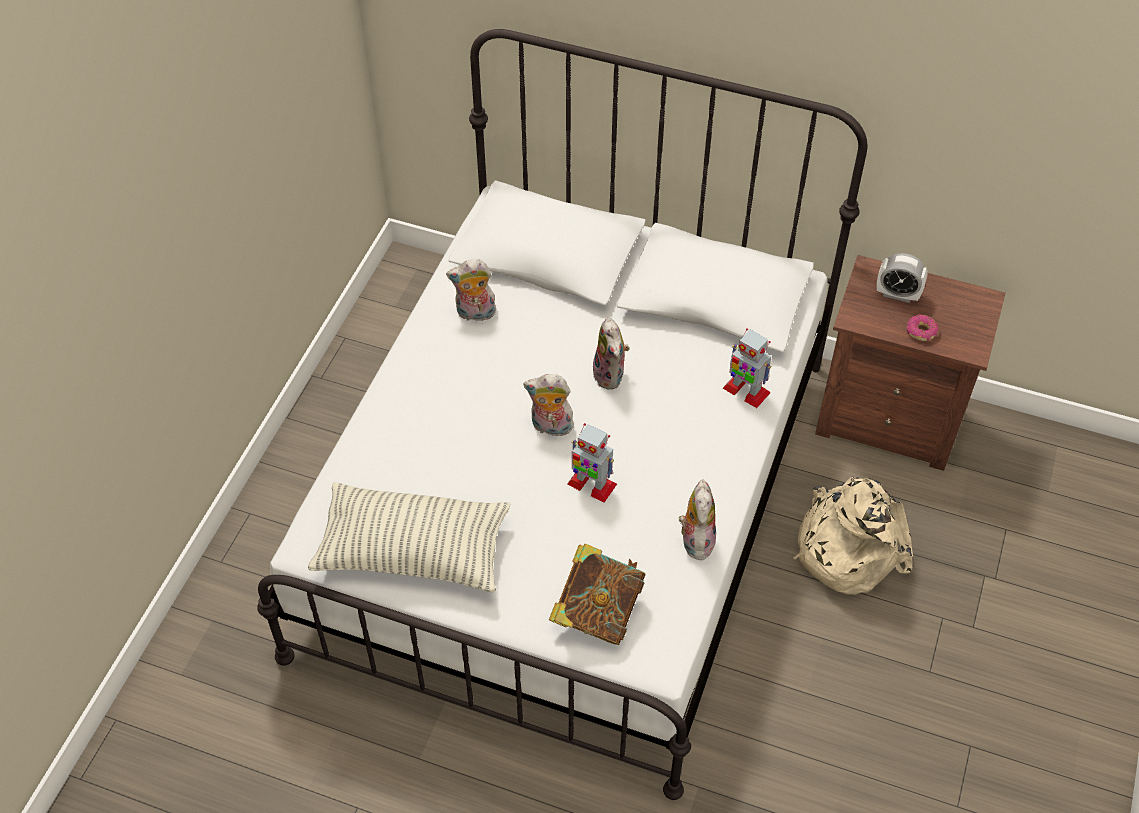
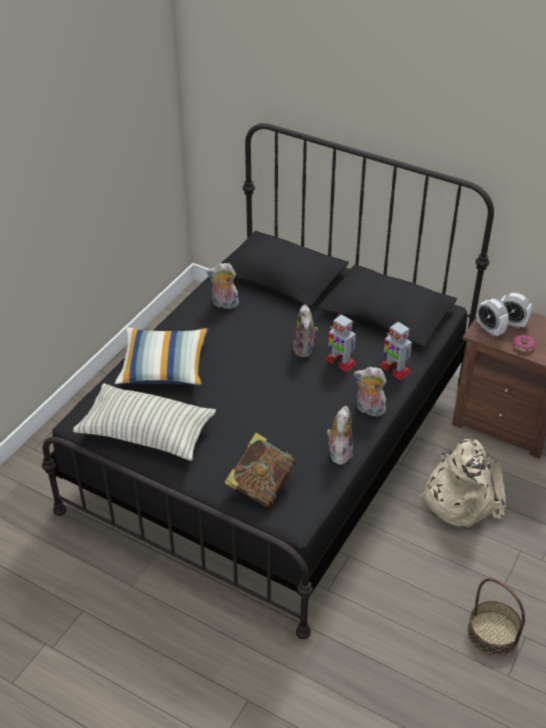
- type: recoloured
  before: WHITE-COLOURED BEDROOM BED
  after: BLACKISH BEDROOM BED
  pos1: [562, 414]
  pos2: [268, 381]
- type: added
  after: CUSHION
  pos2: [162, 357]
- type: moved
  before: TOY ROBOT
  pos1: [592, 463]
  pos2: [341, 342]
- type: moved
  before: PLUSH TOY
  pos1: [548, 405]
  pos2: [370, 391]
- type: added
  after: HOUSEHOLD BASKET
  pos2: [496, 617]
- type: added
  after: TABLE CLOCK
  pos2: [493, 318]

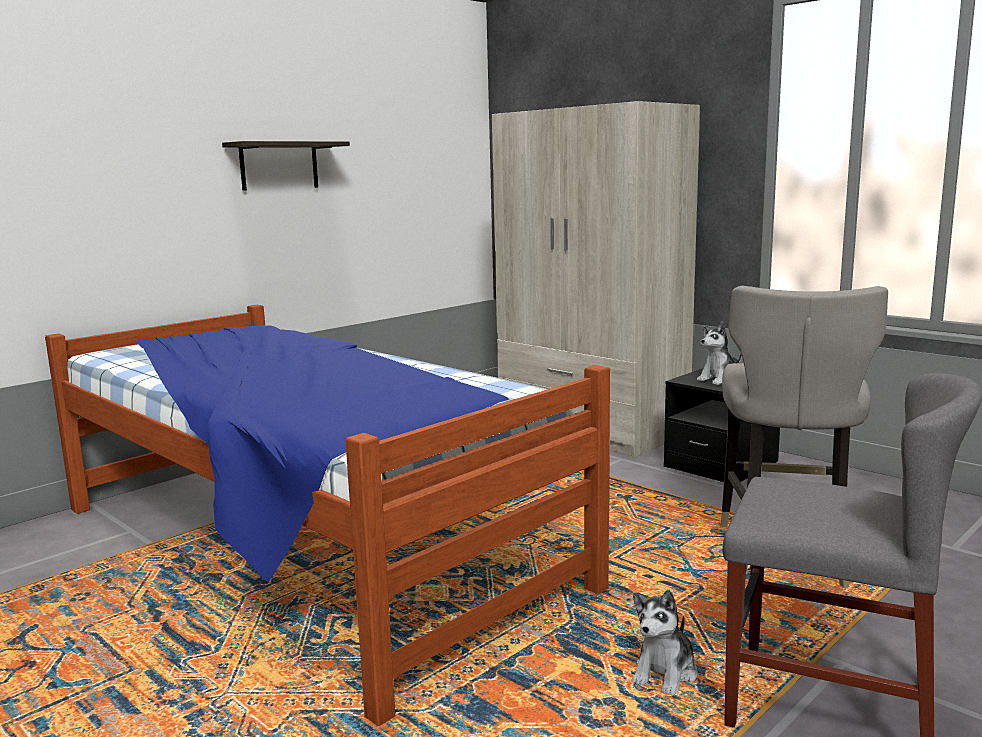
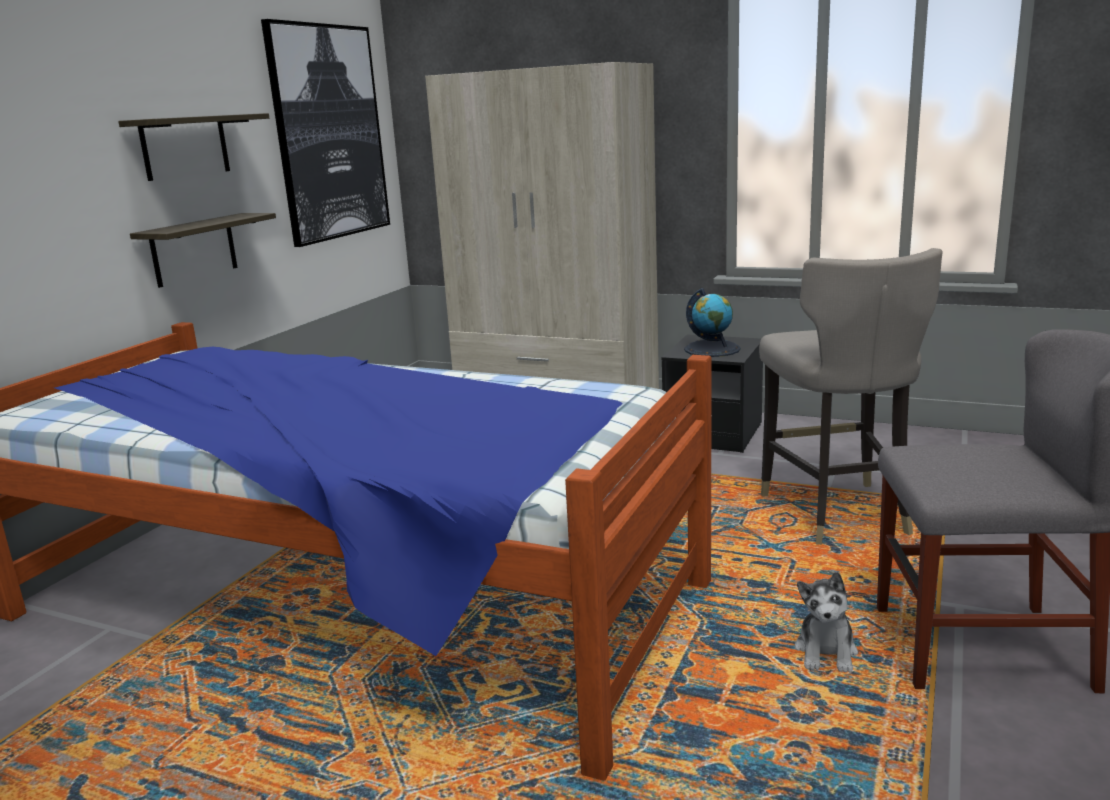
- type: added
  after: BRACKET SHELF
  pos2: [203, 250]
- type: added
  after: PICTURE
  pos2: [325, 133]
- type: replaced
  before: PLUSH TOY
  after: GLOBE
  pos1: [719, 353]
  pos2: [712, 322]

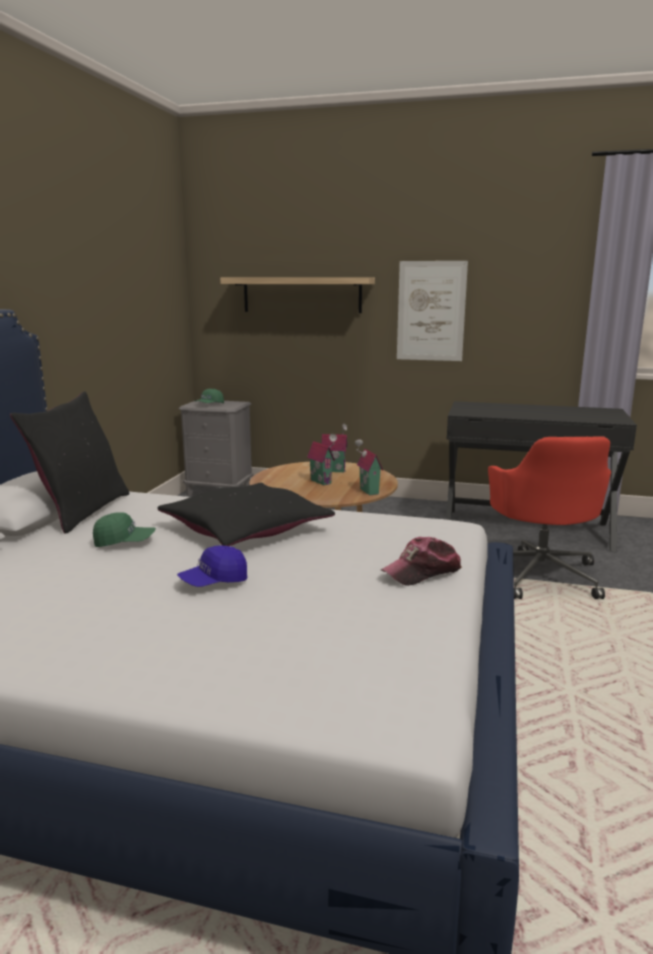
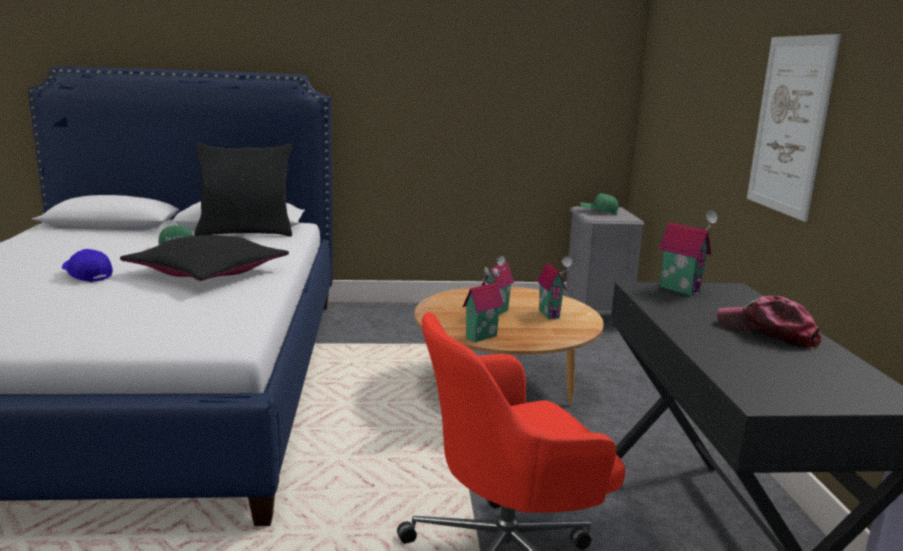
- type: added
  after: MINIATURE HOUSE
  pos2: [688, 253]
- type: moved
  before: BASEBALL CAP
  pos1: [421, 561]
  pos2: [769, 322]
- type: removed
  before: BRACKET SHELF
  pos1: [297, 295]

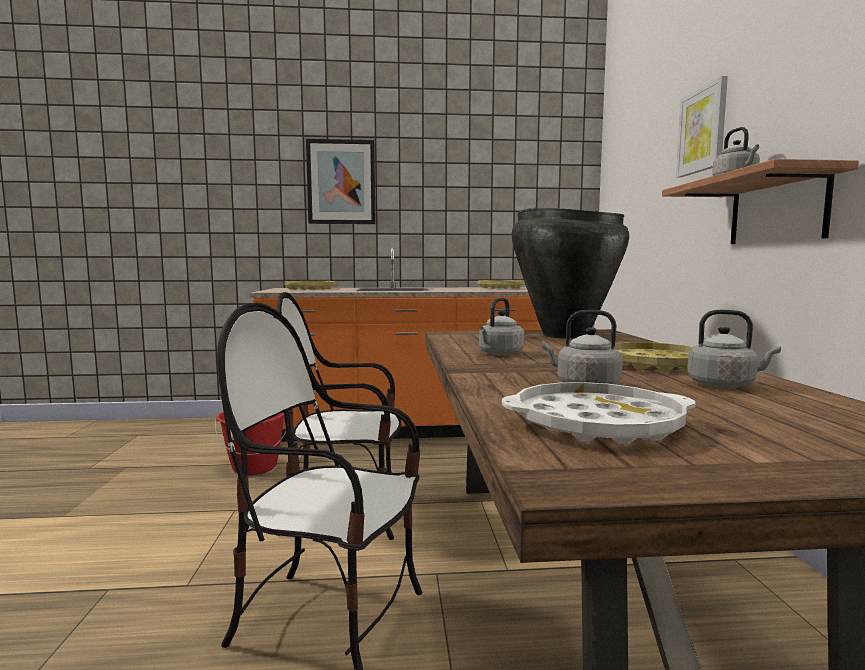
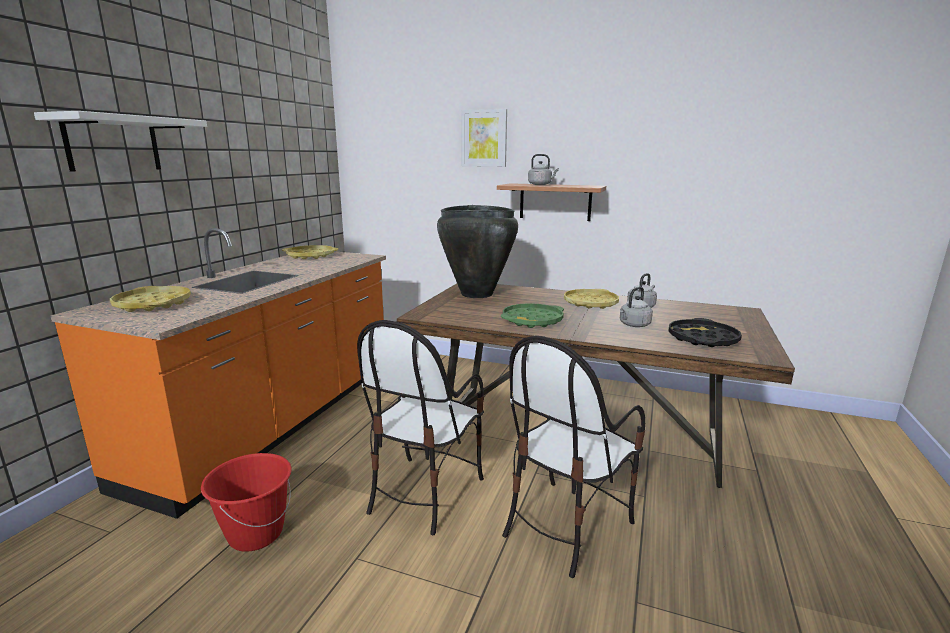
- type: replaced
  before: PICTURE
  after: WHITE-COLOURED BRACKET SHELF
  pos1: [341, 181]
  pos2: [120, 141]
- type: replaced
  before: GRAY KETTLE
  after: GREEN-COLOURED TRAY
  pos1: [501, 327]
  pos2: [532, 315]
- type: recoloured
  before: WHITE-COLOURED TRAY
  after: BLACKISH TRAY
  pos1: [598, 413]
  pos2: [705, 332]

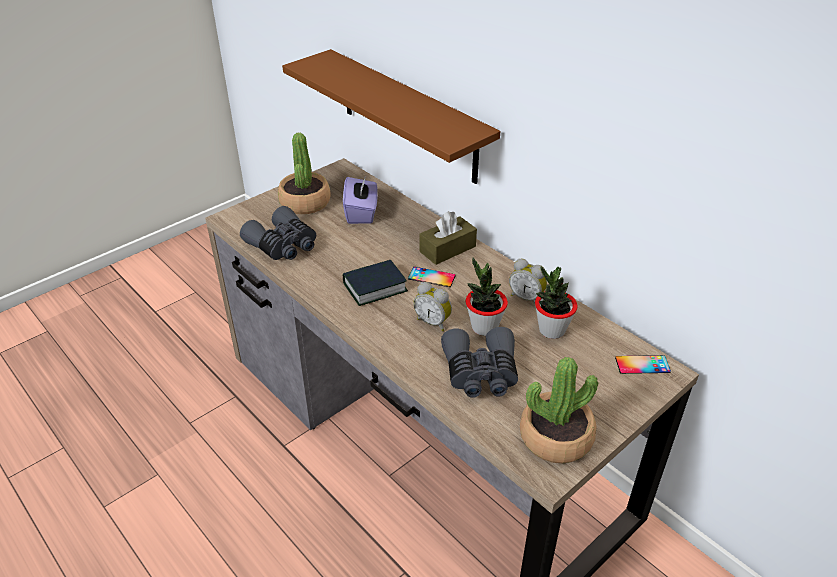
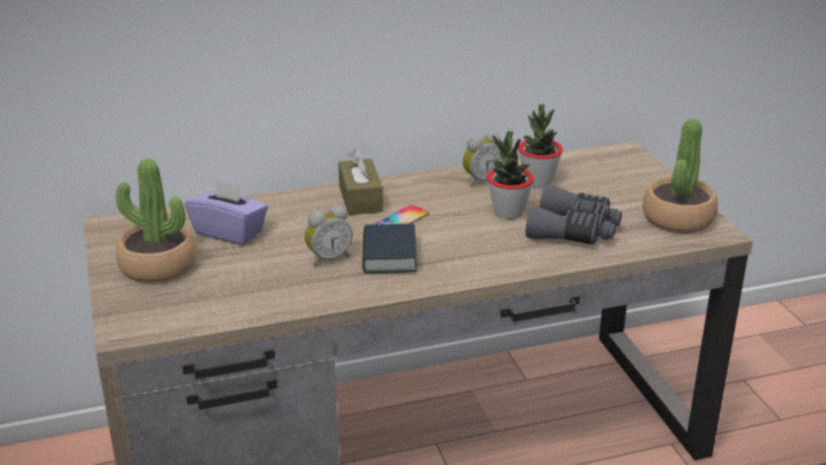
- type: moved
  before: TABLE CLOCK
  pos1: [432, 306]
  pos2: [328, 236]
- type: removed
  before: GRAY PAIR OF BINOCULARS
  pos1: [278, 233]
- type: removed
  before: BROWN-COLOURED BRACKET SHELF
  pos1: [391, 116]
- type: removed
  before: TELEPHONE
  pos1: [643, 364]

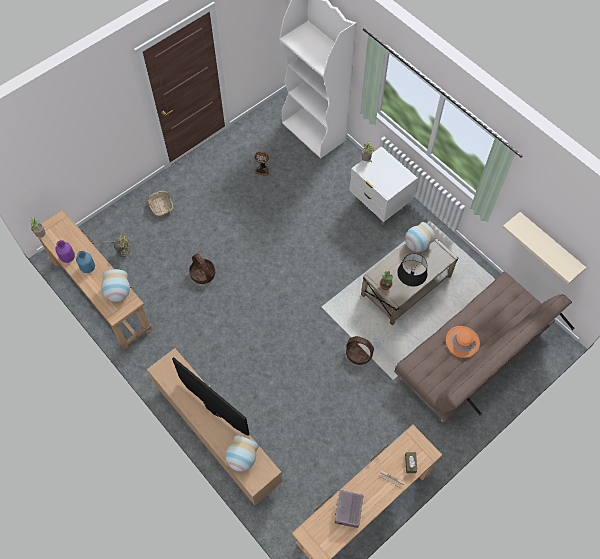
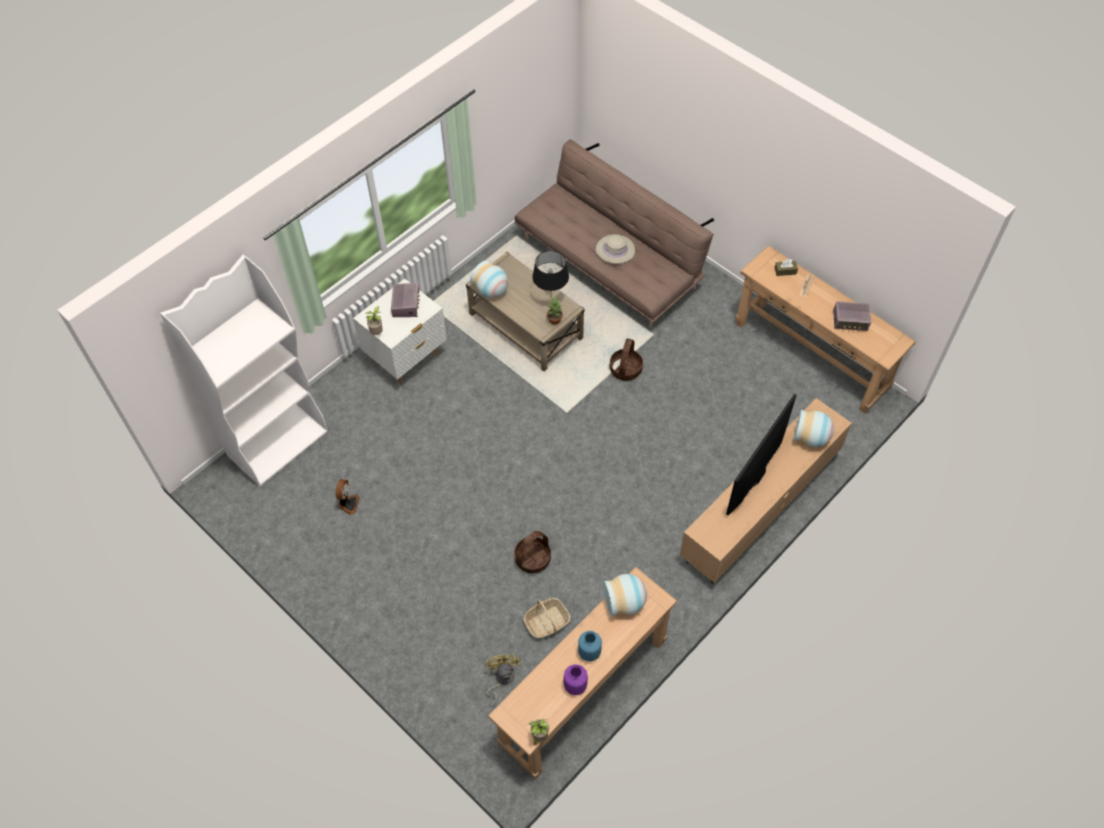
- type: added
  after: RADIO RECEIVER
  pos2: [405, 300]
- type: moved
  before: HOUSEHOLD BASKET
  pos1: [160, 204]
  pos2: [546, 618]
- type: recoloured
  before: ORANGE WEARABLE HAT
  after: BEIGE-COLOURED WEARABLE HAT
  pos1: [463, 342]
  pos2: [615, 249]
- type: removed
  before: BEIGE-COLOURED BRACKET SHELF
  pos1: [544, 248]

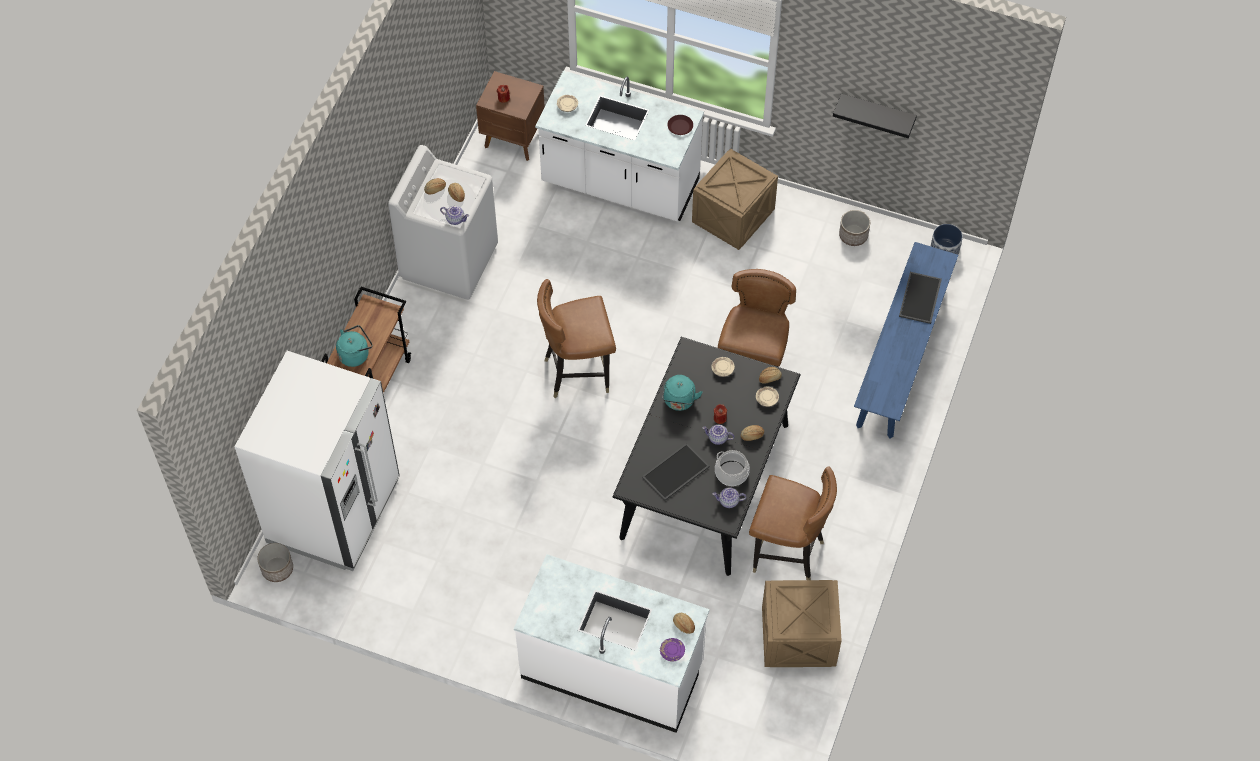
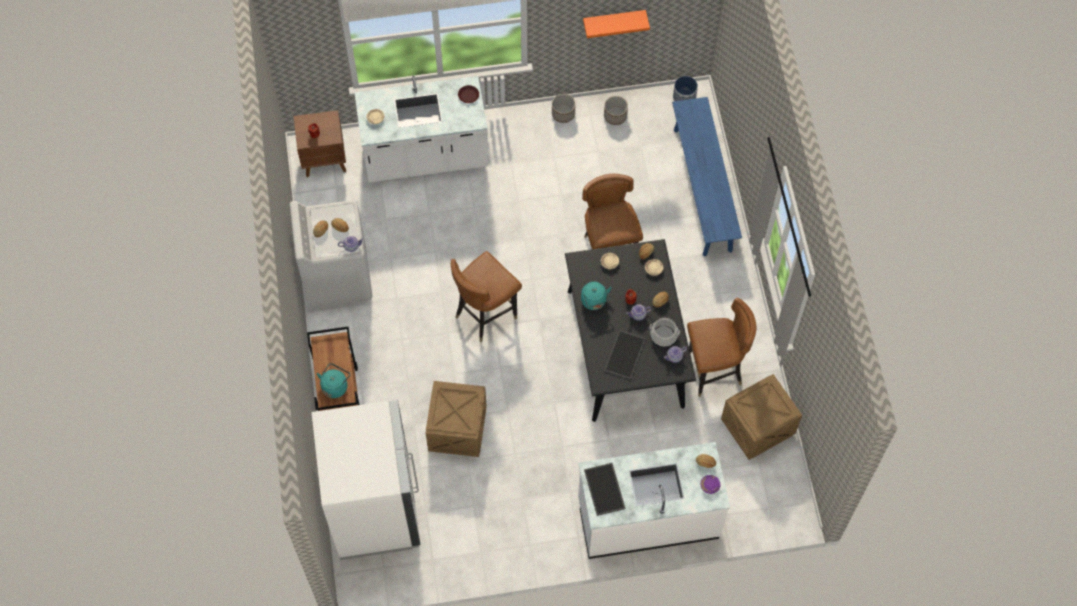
- type: moved
  before: SHIPPING CRATE
  pos1: [735, 199]
  pos2: [456, 419]
- type: moved
  before: PLANTER
  pos1: [275, 562]
  pos2: [564, 108]
- type: recoloured
  before: BLACKISH BRACKET SHELF
  after: ORANGE BRACKET SHELF
  pos1: [875, 116]
  pos2: [616, 24]
- type: moved
  before: TRAY
  pos1: [920, 298]
  pos2: [605, 489]

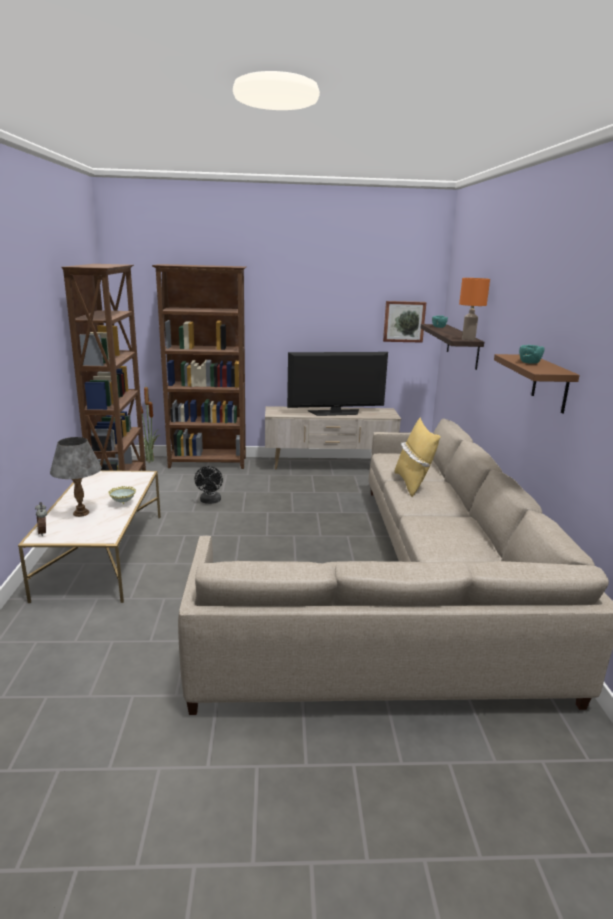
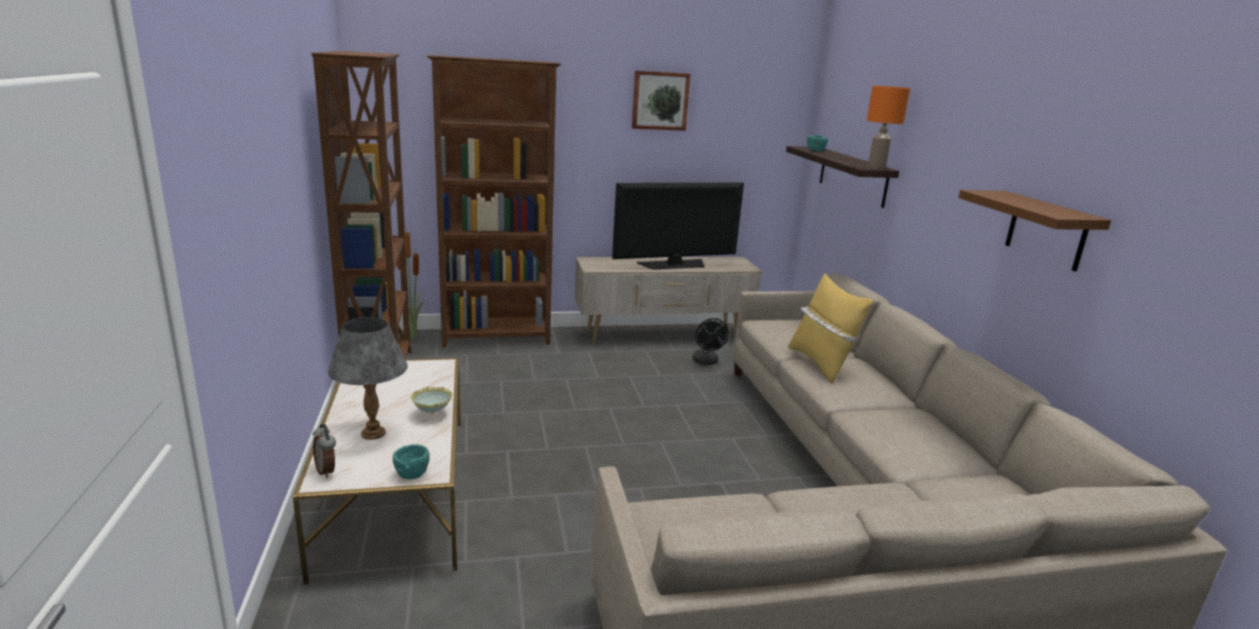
- type: moved
  before: TURQUOISE BOWL
  pos1: [532, 354]
  pos2: [411, 461]
- type: moved
  before: PICTURE
  pos1: [404, 322]
  pos2: [661, 100]
- type: moved
  before: BLACKISH FAN
  pos1: [209, 485]
  pos2: [710, 341]

